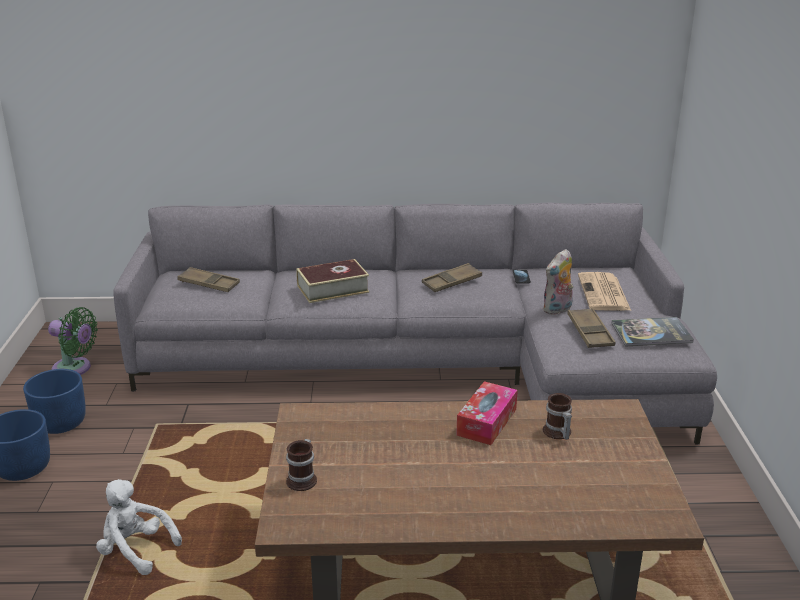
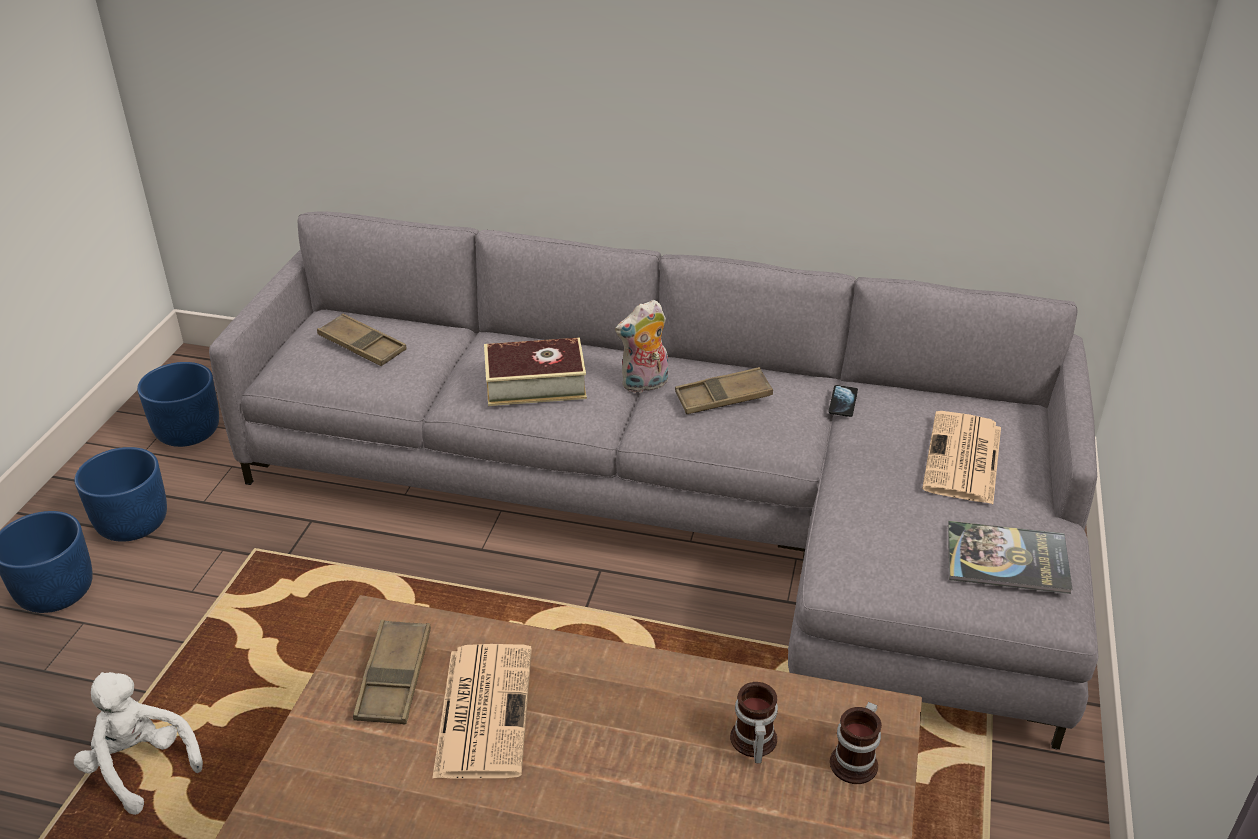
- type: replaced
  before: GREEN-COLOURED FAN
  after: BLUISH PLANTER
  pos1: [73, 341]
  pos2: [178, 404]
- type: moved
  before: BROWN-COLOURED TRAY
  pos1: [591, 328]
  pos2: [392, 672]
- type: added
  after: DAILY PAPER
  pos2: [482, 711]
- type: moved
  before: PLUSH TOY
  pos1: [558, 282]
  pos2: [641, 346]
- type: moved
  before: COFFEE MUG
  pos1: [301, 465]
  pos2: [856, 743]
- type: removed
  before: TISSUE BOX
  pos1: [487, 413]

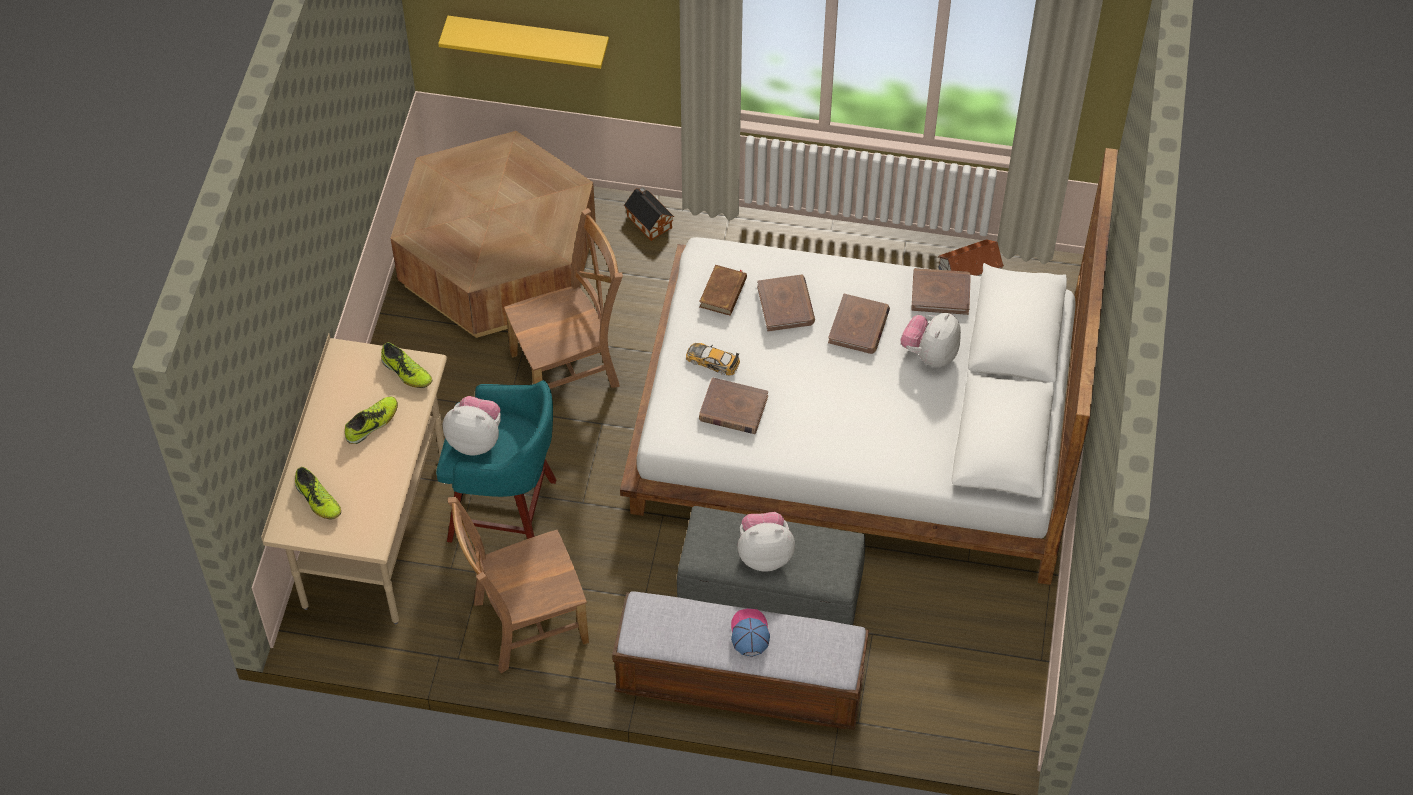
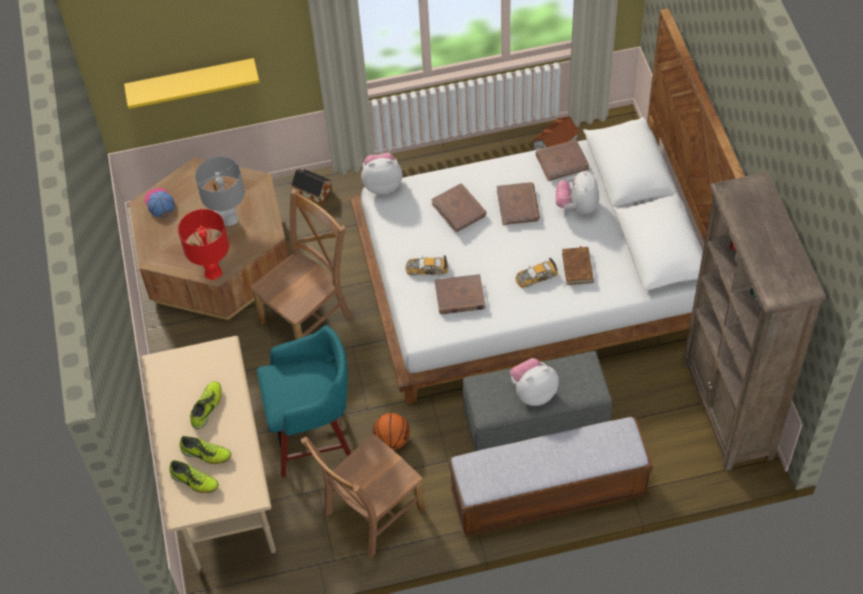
- type: moved
  before: BASEBALL CAP
  pos1: [750, 632]
  pos2: [160, 202]
- type: added
  after: RED LAMP FOR A TABLE
  pos2: [203, 244]
- type: moved
  before: SHOE
  pos1: [406, 365]
  pos2: [205, 450]
- type: added
  after: GRAY LAMP FOR A TABLE
  pos2: [220, 191]
- type: moved
  before: PLUSH TOY
  pos1: [472, 425]
  pos2: [382, 174]
- type: added
  after: BALL FOR BASKETBALL
  pos2: [391, 431]
- type: added
  after: TOY CAR
  pos2: [537, 273]
- type: moved
  before: BROWN-COLOURED VOLUME
  pos1: [723, 290]
  pos2: [578, 265]
- type: added
  after: BROWN-COLOURED SHELVING UNIT
  pos2: [754, 321]

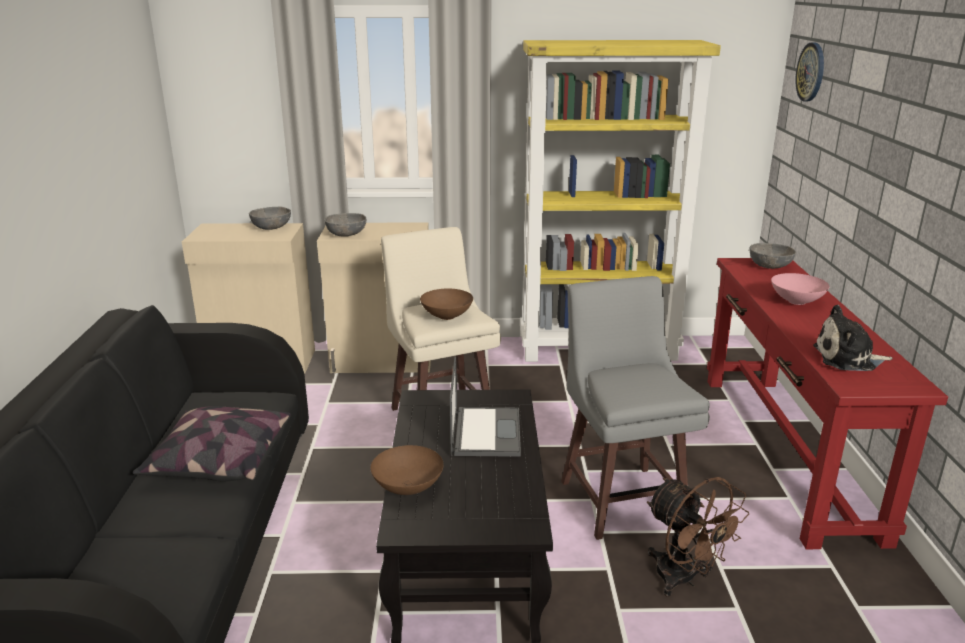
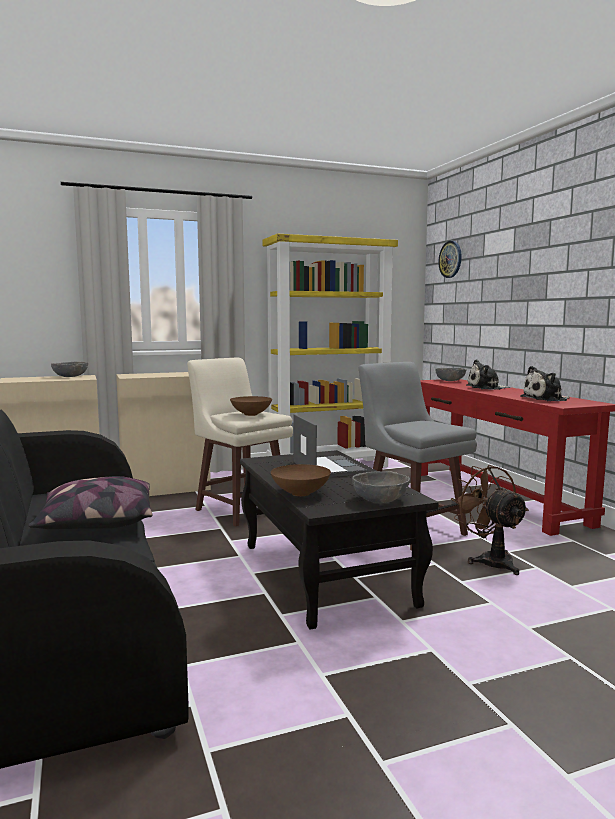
- type: moved
  before: GRAY BOWL
  pos1: [345, 225]
  pos2: [381, 487]
- type: turned
  before: BROWN-COLOURED FAN
  pos1: [698, 537]
  pos2: [490, 520]
  turn: -150
- type: replaced
  before: PINKISH BOWL
  after: PLUSH TOY
  pos1: [800, 289]
  pos2: [488, 374]

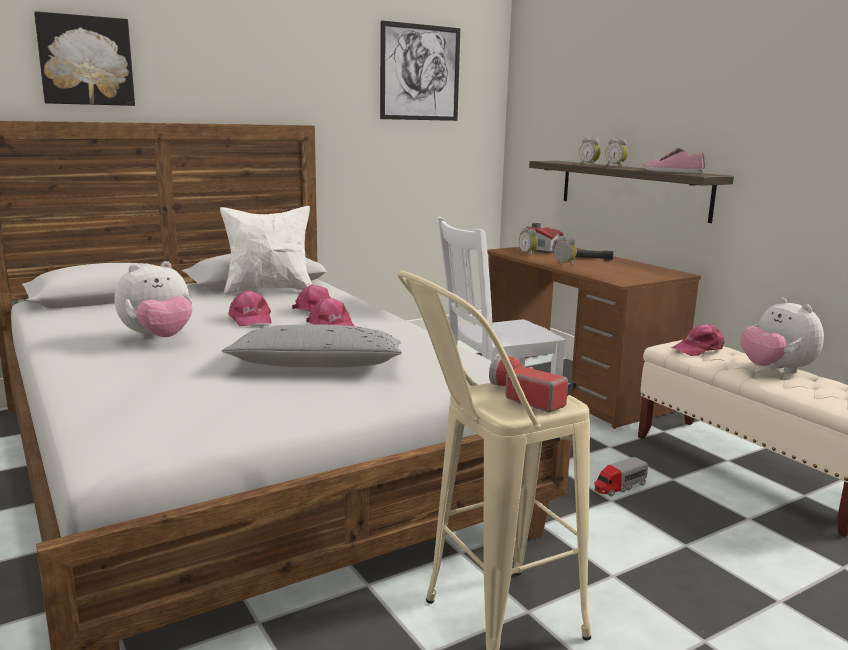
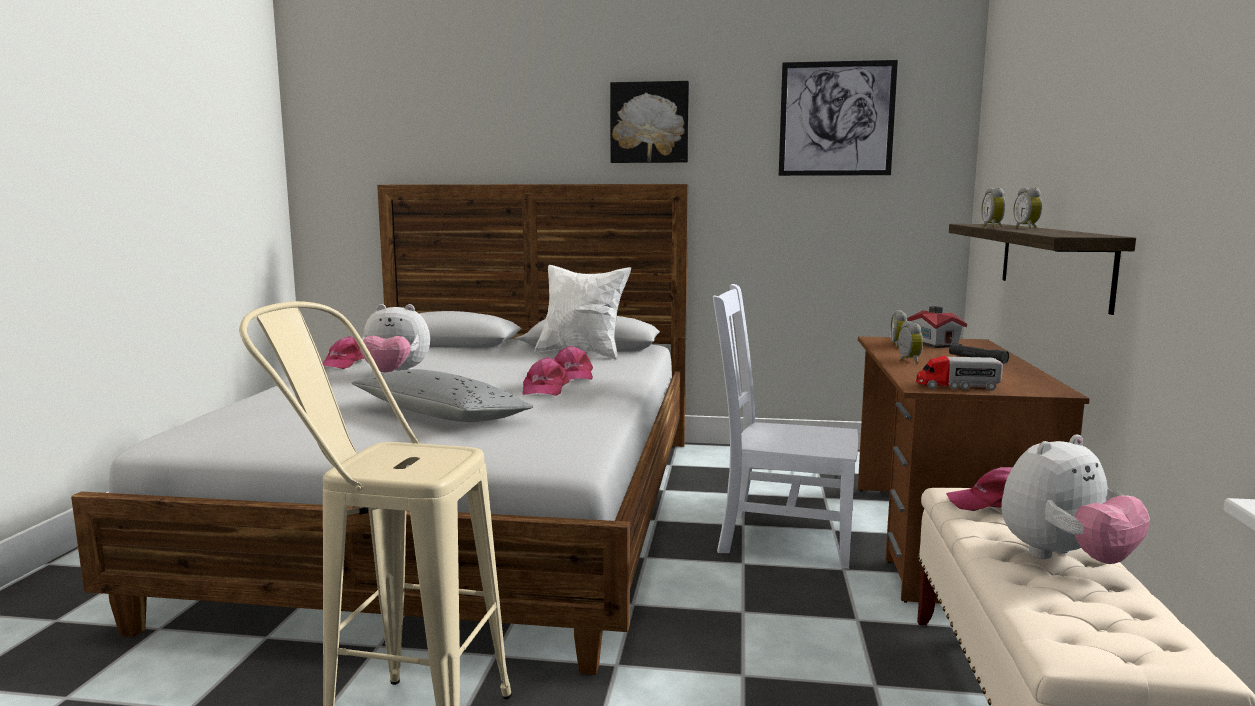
- type: moved
  before: PINKISH BASEBALL CAP
  pos1: [250, 308]
  pos2: [343, 352]
- type: moved
  before: PICTURE
  pos1: [84, 58]
  pos2: [649, 122]
- type: moved
  before: TOY TRUCK
  pos1: [621, 477]
  pos2: [959, 373]
- type: turned
  before: PLUSH TOY
  pos1: [782, 335]
  pos2: [1075, 499]
  turn: -135
- type: removed
  before: HAND TORCH
  pos1: [533, 383]
- type: removed
  before: SHOE
  pos1: [674, 161]

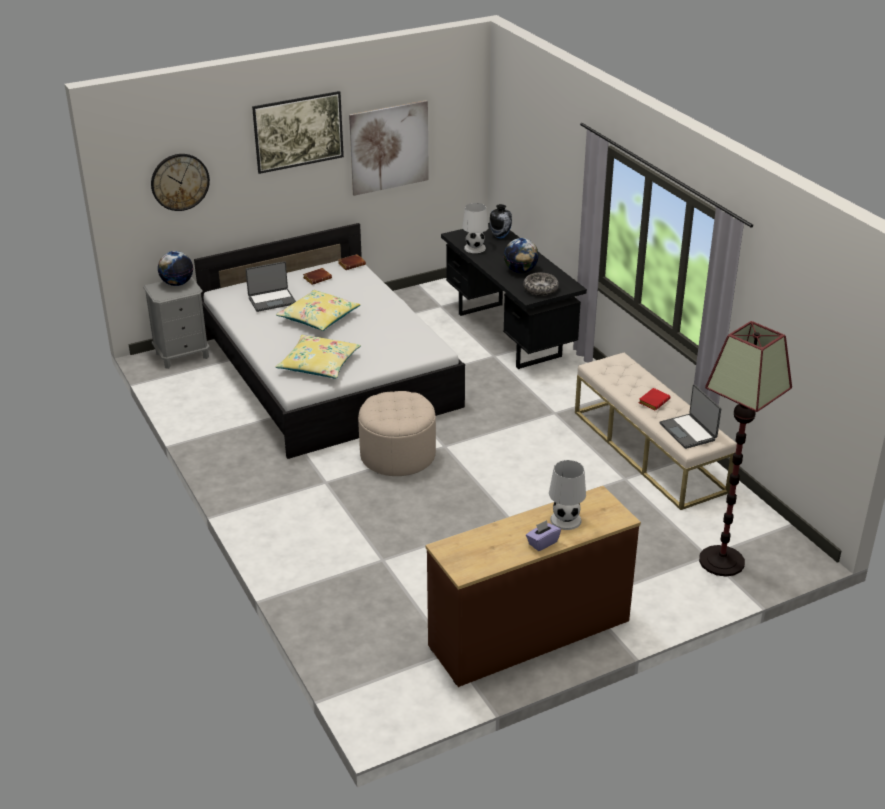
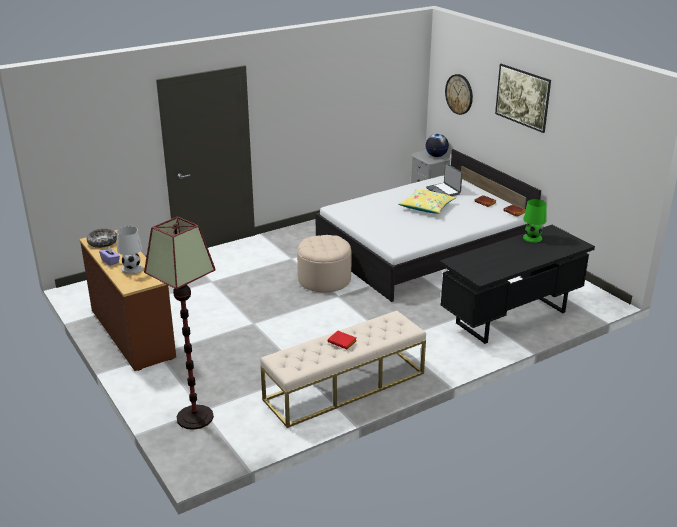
- type: moved
  before: BOWL
  pos1: [541, 284]
  pos2: [102, 238]
- type: recoloured
  before: WHITE-COLOURED LAMP FOR A TABLE
  after: GREEN-COLOURED LAMP FOR A TABLE
  pos1: [475, 228]
  pos2: [535, 221]
- type: removed
  before: YELLOWISH CUSHION
  pos1: [318, 357]
- type: removed
  before: PICTURE
  pos1: [389, 148]
- type: removed
  before: VASE
  pos1: [501, 221]
- type: removed
  before: GLOBE
  pos1: [521, 255]
- type: removed
  before: PORTABLE COMPUTER
  pos1: [690, 416]

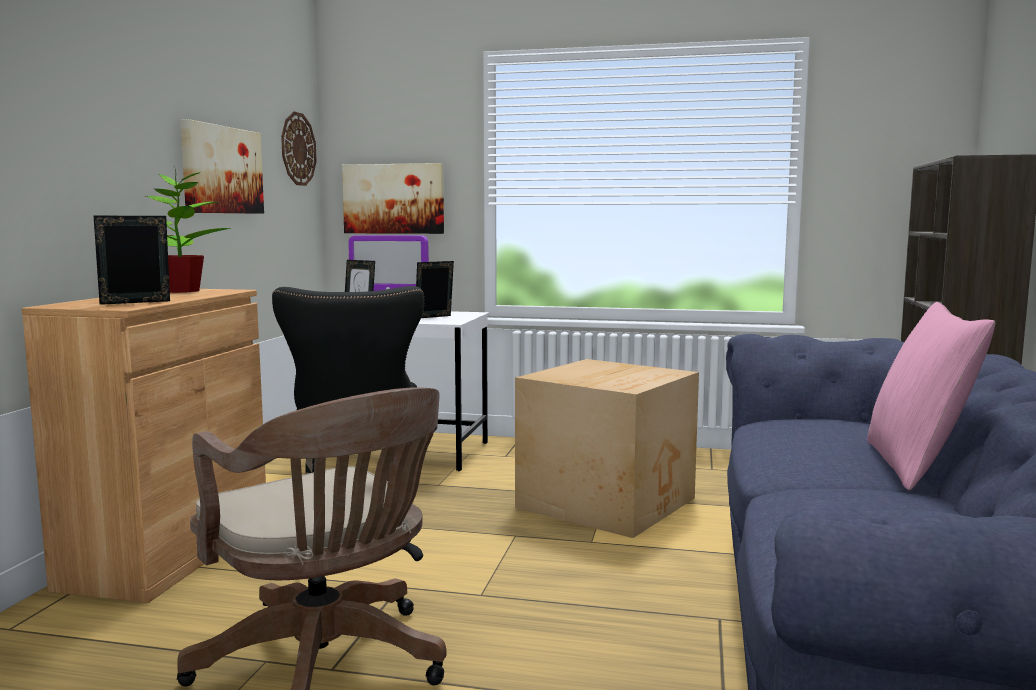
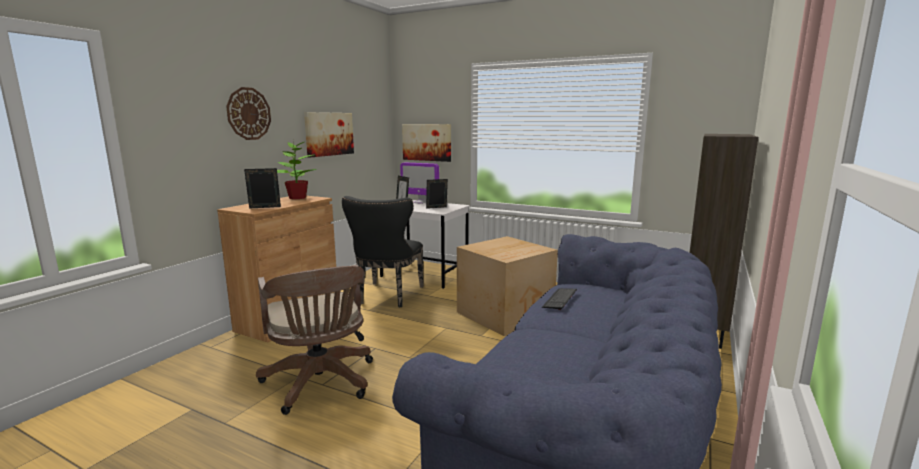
- type: moved
  before: WALL CLOCK
  pos1: [299, 148]
  pos2: [248, 113]
- type: added
  after: KEYBOARD
  pos2: [559, 299]
- type: removed
  before: PINKISH CUSHION
  pos1: [931, 396]

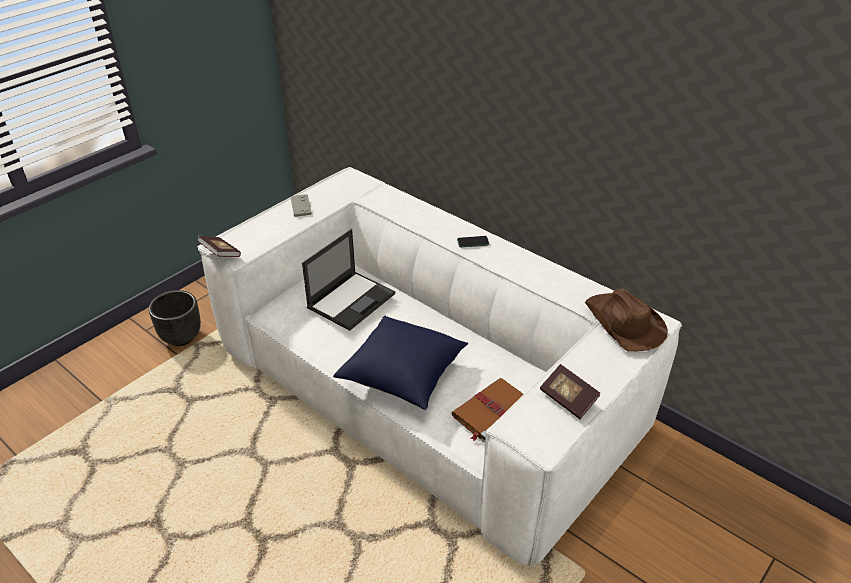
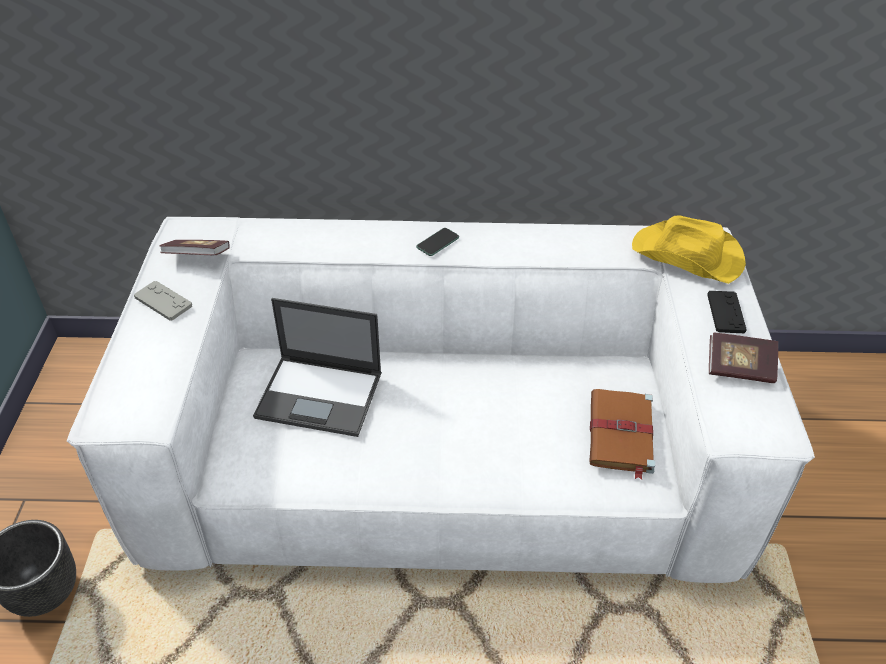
- type: moved
  before: VOLUME
  pos1: [219, 246]
  pos2: [195, 247]
- type: turned
  before: PORTABLE COMPUTER
  pos1: [348, 280]
  pos2: [317, 367]
  turn: 105
- type: recoloured
  before: BROWN-COLOURED WEARABLE HAT
  after: YELLOWISH WEARABLE HAT
  pos1: [626, 320]
  pos2: [689, 250]
- type: added
  after: BLACKISH GAME CONTROLLER
  pos2: [727, 312]
- type: removed
  before: BLUISH CUSHION
  pos1: [400, 363]

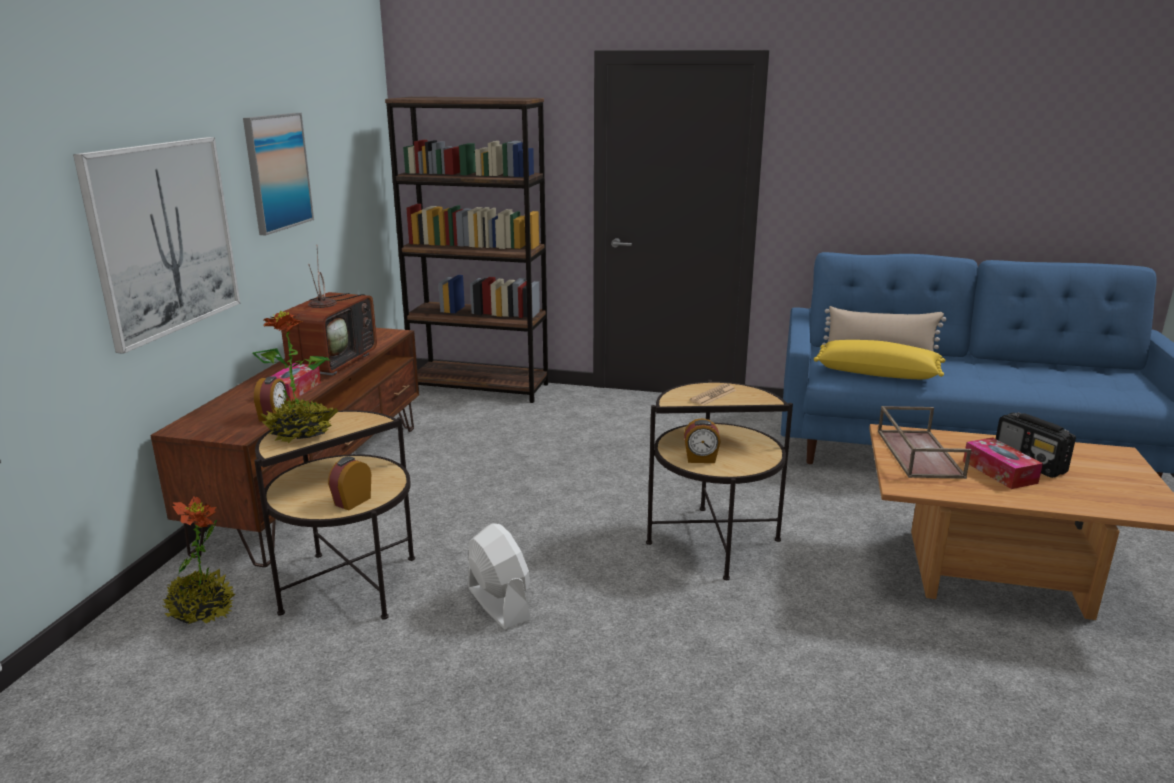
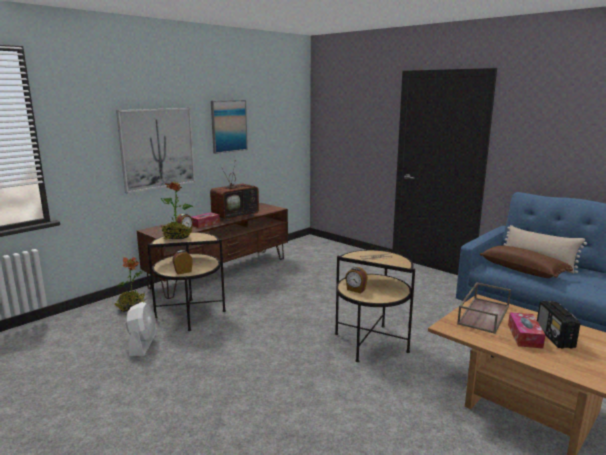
- type: moved
  before: WHITE-COLOURED FAN
  pos1: [499, 576]
  pos2: [141, 329]
- type: recoloured
  before: YELLOWISH CUSHION
  after: BROWN-COLOURED CUSHION
  pos1: [879, 359]
  pos2: [526, 262]
- type: removed
  before: BROWN-COLOURED SHELVING UNIT
  pos1: [466, 250]

